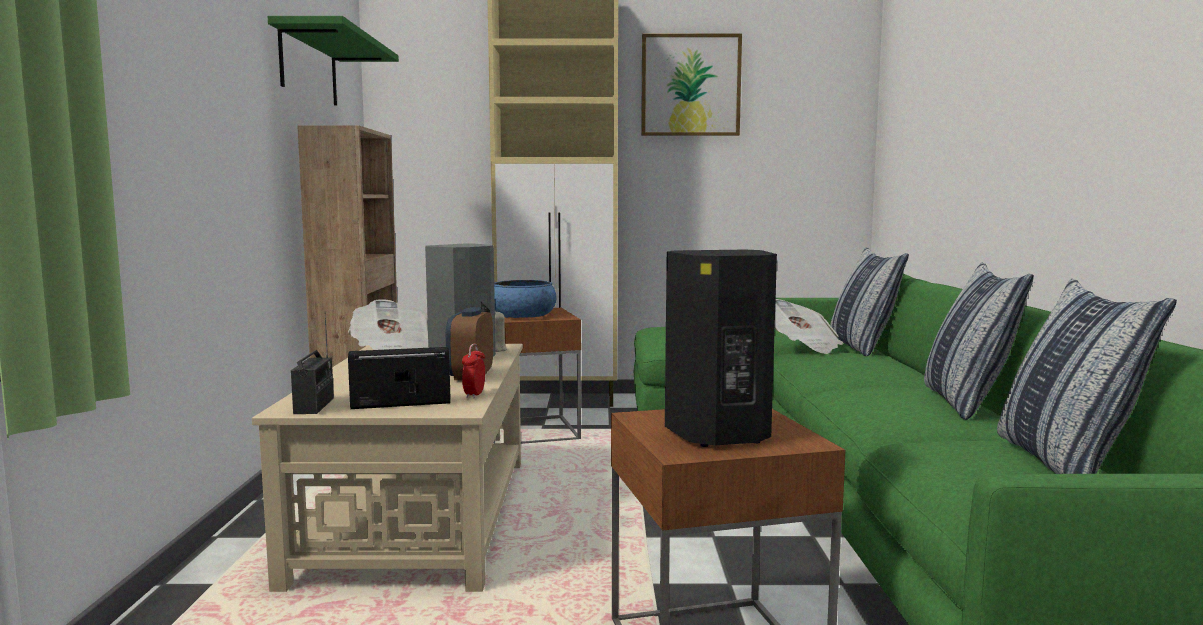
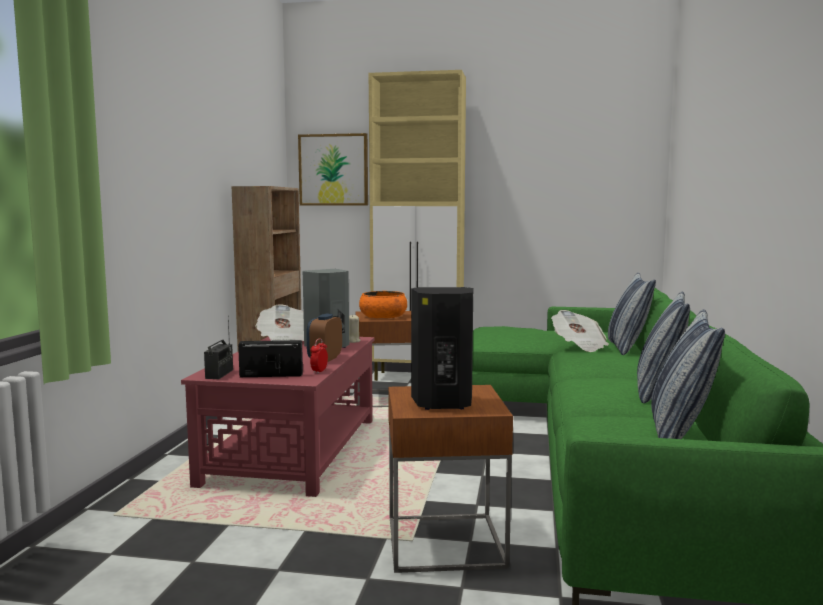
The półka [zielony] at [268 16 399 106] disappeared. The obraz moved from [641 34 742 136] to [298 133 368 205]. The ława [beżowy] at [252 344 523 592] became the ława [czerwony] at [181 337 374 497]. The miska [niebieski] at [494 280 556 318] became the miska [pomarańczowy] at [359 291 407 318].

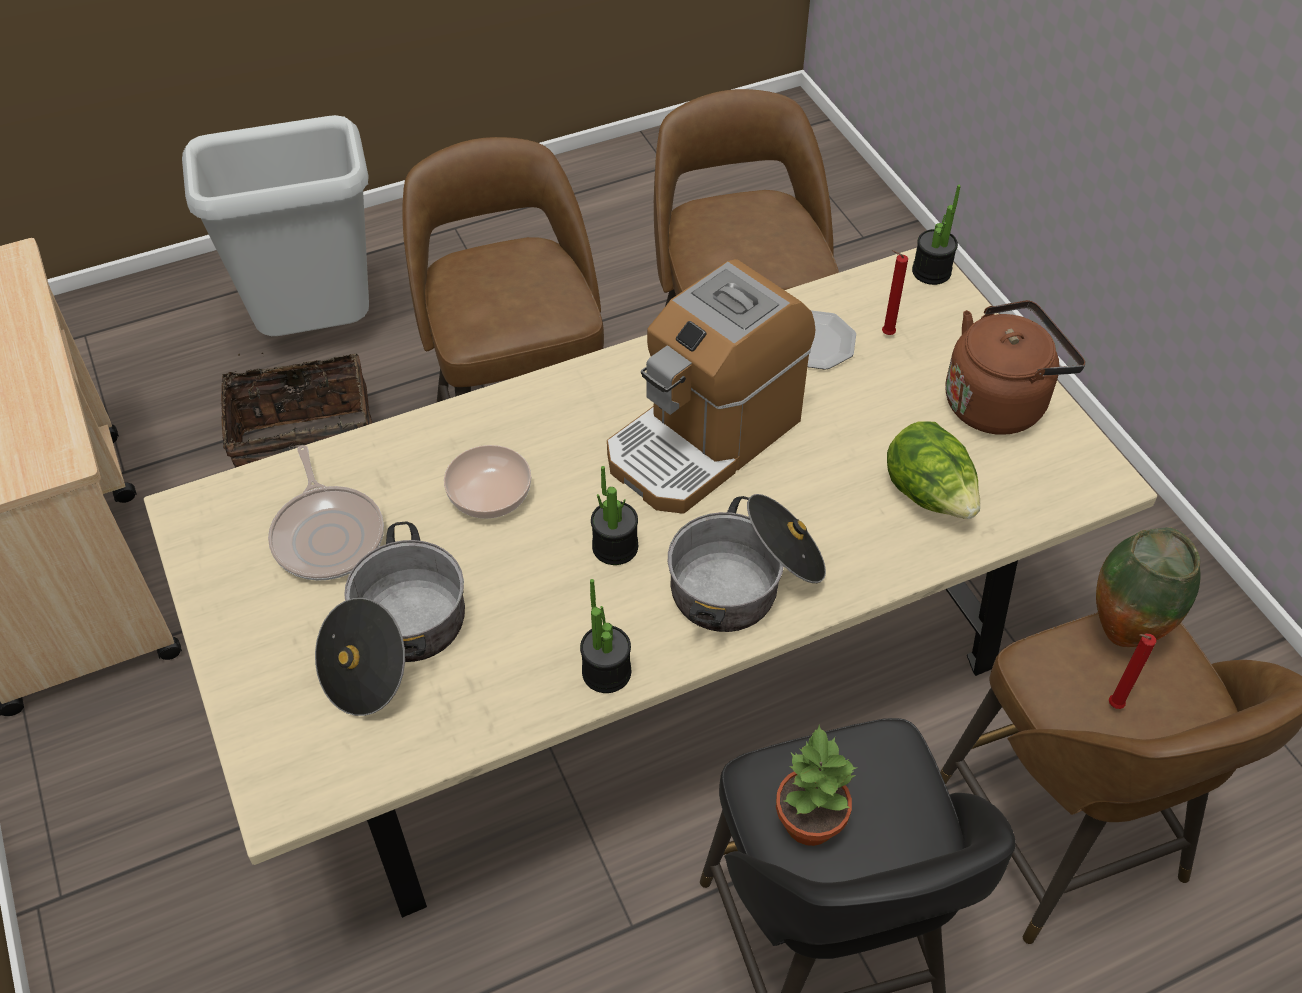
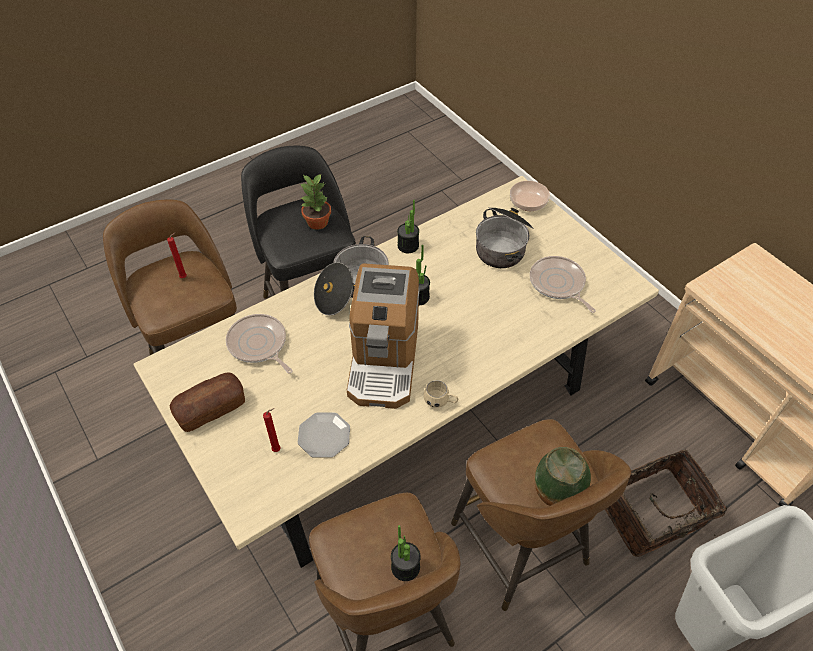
The kubek [beżowy] at [424 380 458 408] appeared. The miska moved from [444 445 531 519] to [510 181 550 211]. The roślina doniczkowa moved from [912 185 961 285] to [391 525 421 581]. The wazon moved from [1096 527 1201 647] to [535 447 591 506]. The sałata at [887 421 980 519] was replaced by the patelnia at [226 314 293 374]. The czajnik [brązowy] at [946 300 1085 435] was replaced by the chleb at [170 372 245 432]. The ekspres do kawy at [607 259 815 514] turned 150 degrees clockwise.

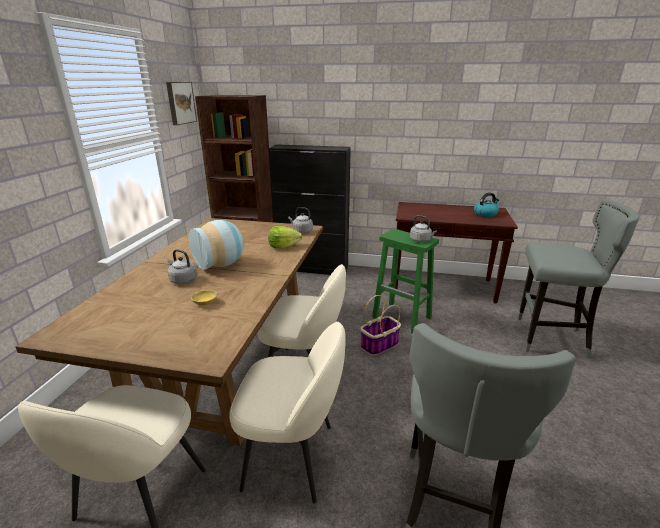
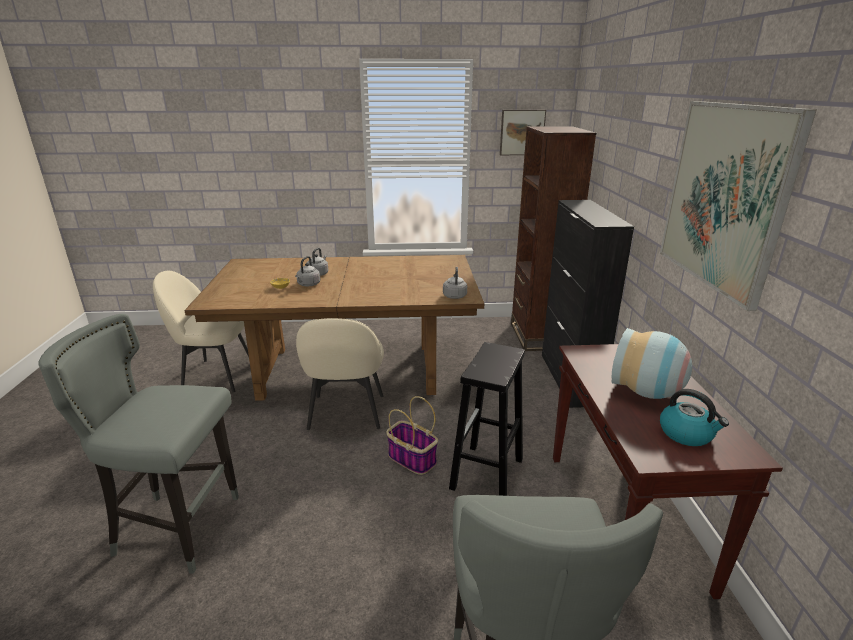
The krzesło [beżowy] at [229 322 346 503] disappeared. The sałata at [268 226 302 248] disappeared. The obraz at [660 101 817 311] appeared. The wazon moved from [188 220 244 270] to [611 328 692 399]. The czajnik [szary] moved from [410 215 437 242] to [295 256 320 286]. The stołek [zielony] at [372 229 439 334] became the stołek [czarny] at [449 342 525 496].

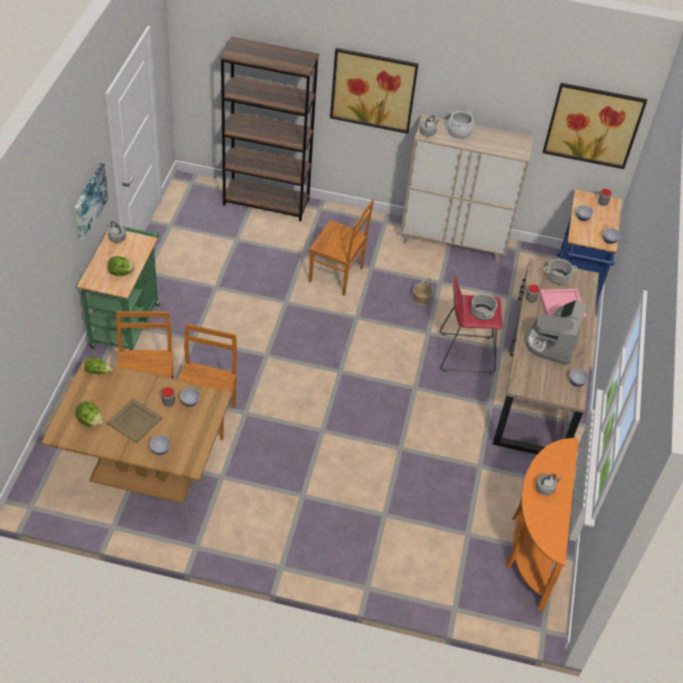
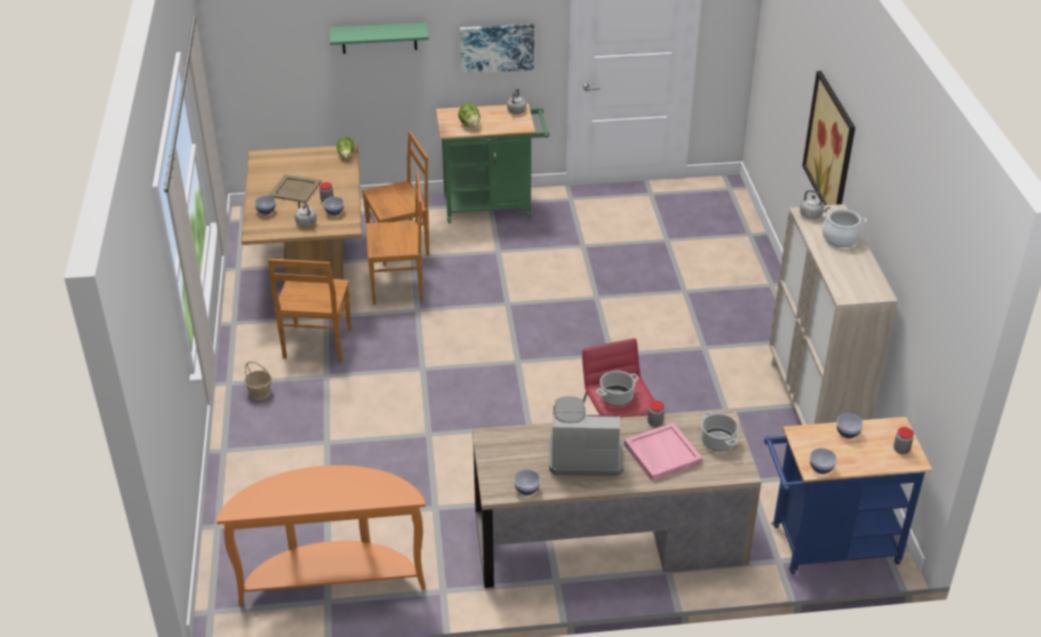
The sałata at [76 401 103 427] disappeared. The regał [brązowy] at [220 37 319 221] disappeared. The obraz at [542 83 647 169] disappeared. The półka [zielony] at [330 22 429 54] appeared. The krzesło [brązowy] moved from [309 199 374 296] to [268 259 352 362]. The koszyk moved from [413 277 434 306] to [244 361 272 400]. The czajnik [szary] moved from [535 474 562 495] to [295 200 317 227].

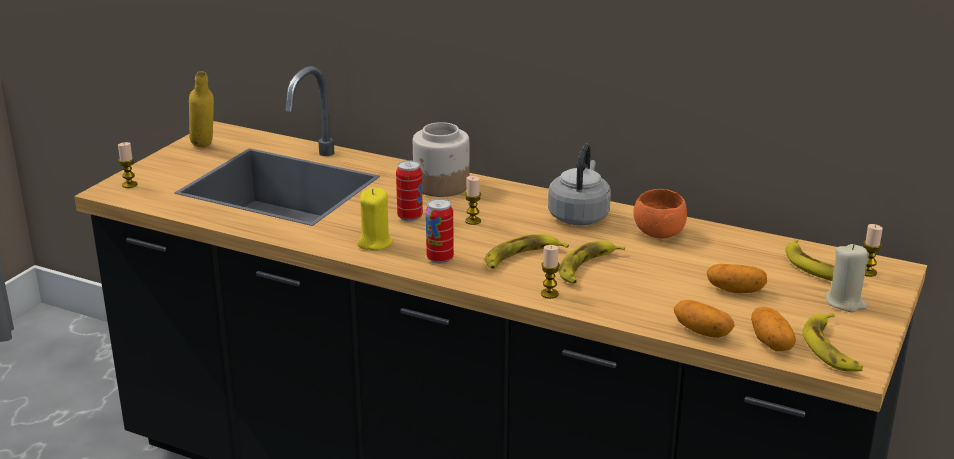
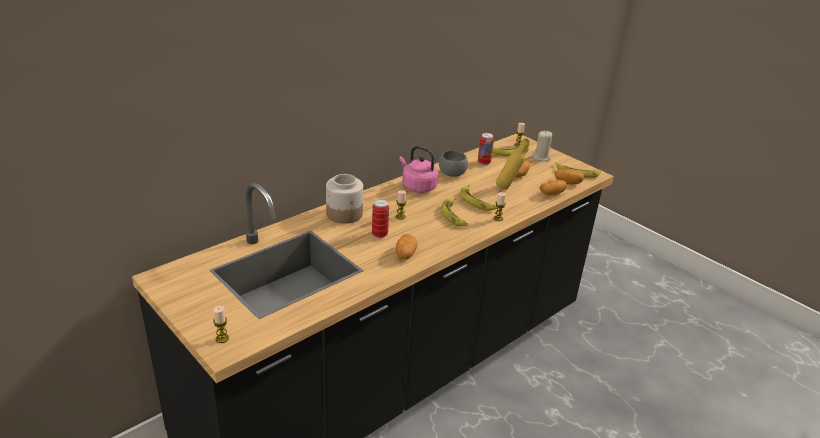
The butelka [żółty] moved from [189 71 214 147] to [496 138 530 190]. The puszka moved from [426 198 454 264] to [478 133 494 165]. The świeca [żółty] at [357 188 393 251] was replaced by the ziemniak at [396 234 418 260]. The czajnik [szary] at [548 143 611 225] became the czajnik [różowy] at [399 146 438 193]. The miska [pomarańczowy] at [633 189 687 239] became the miska [szary] at [439 150 468 177].

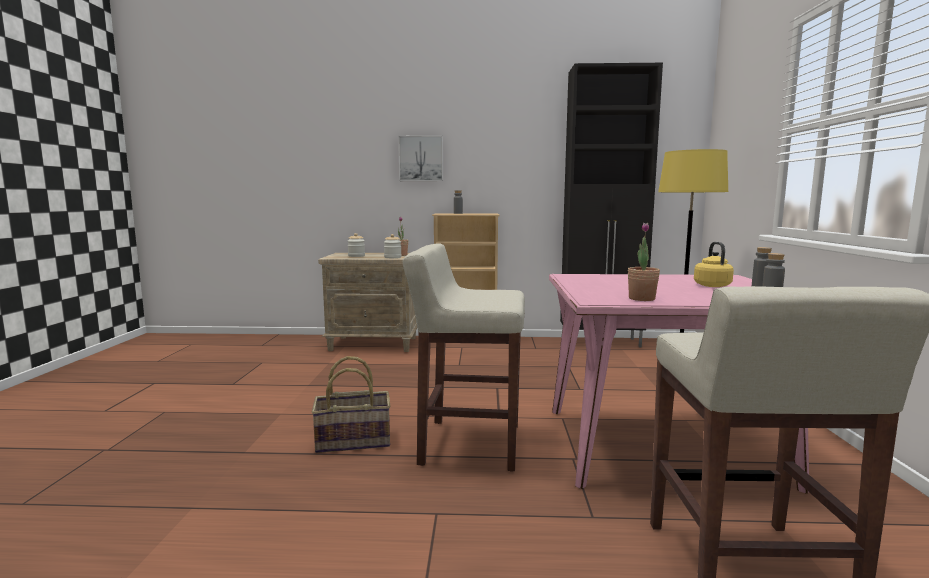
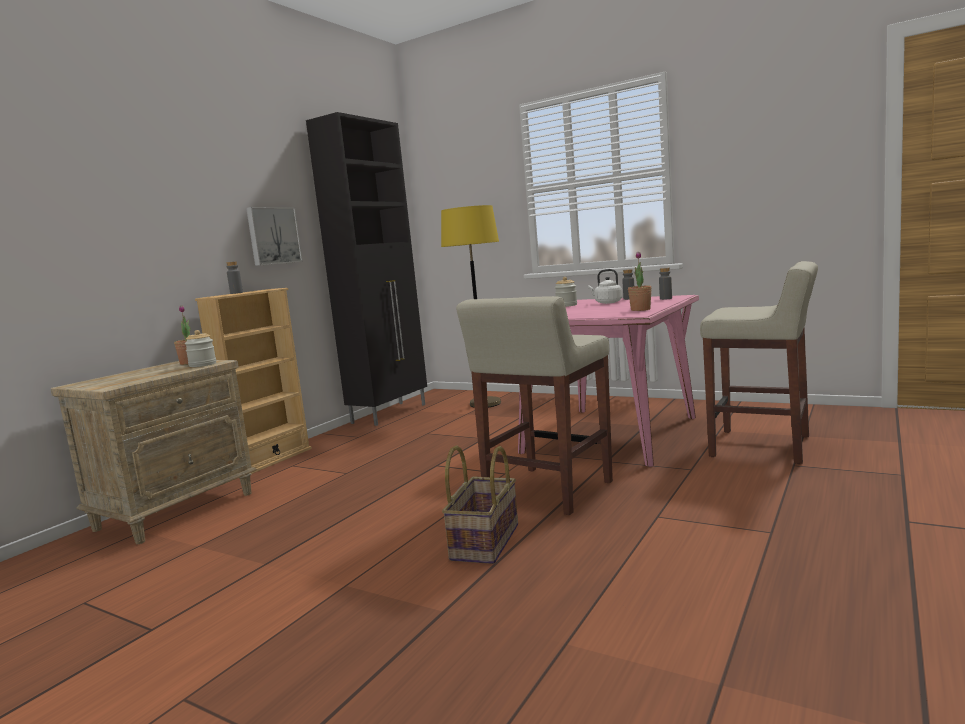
The słoik moved from [348 233 365 257] to [555 277 577 307]. The obraz moved from [398 135 443 181] to [246 207 303 266]. The czajnik [żółty] at [694 242 734 287] became the czajnik [biały] at [588 269 622 304].

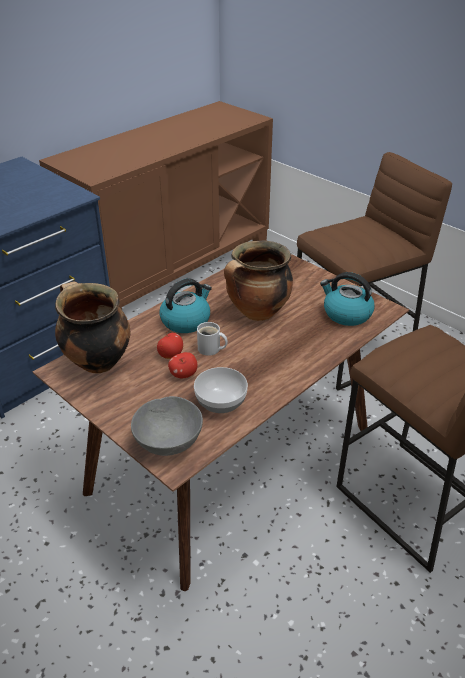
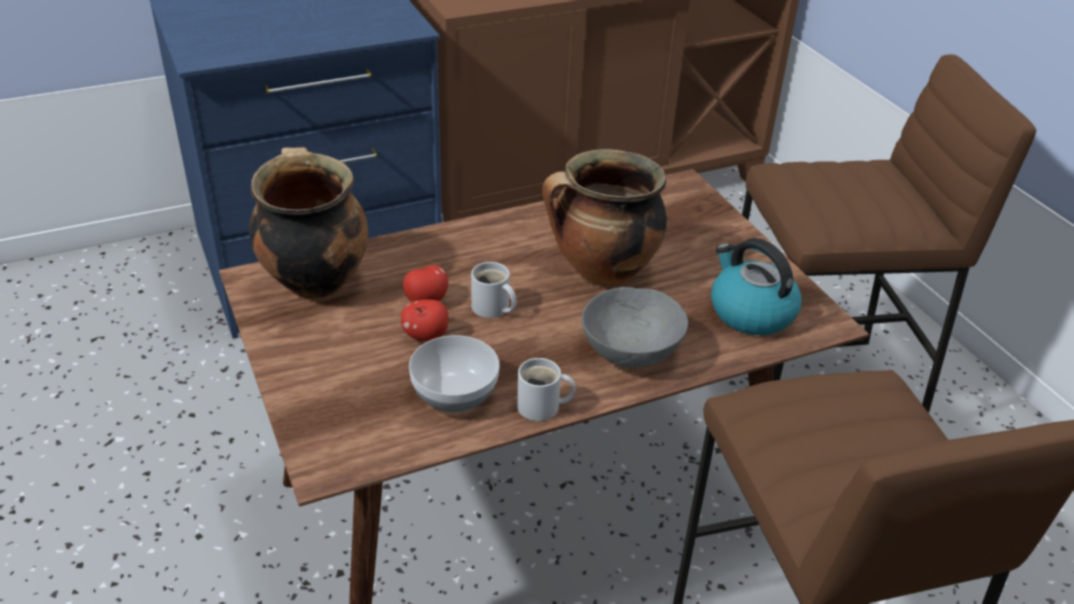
The czajnik at [159 278 212 333] disappeared. The kubek [biały] at [517 358 576 421] appeared. The miska [szary] moved from [131 396 203 456] to [582 287 688 367].

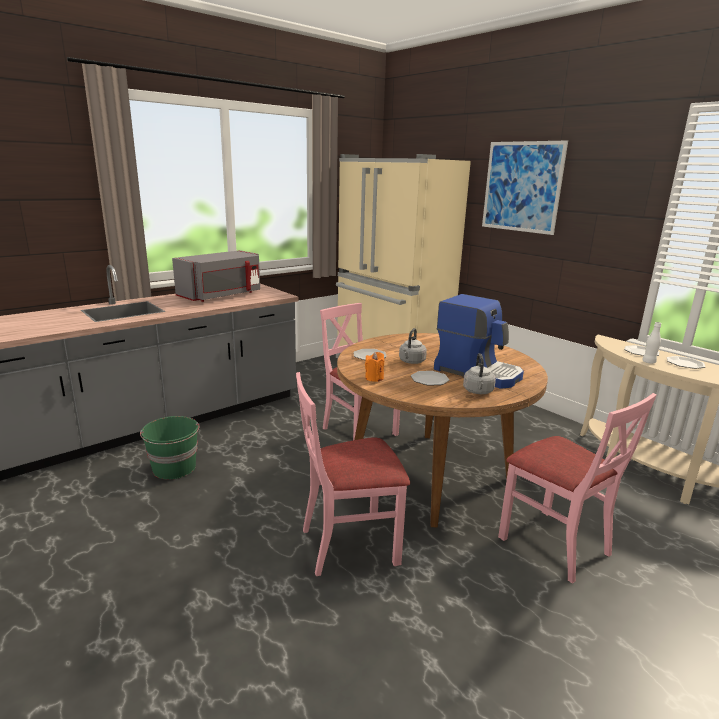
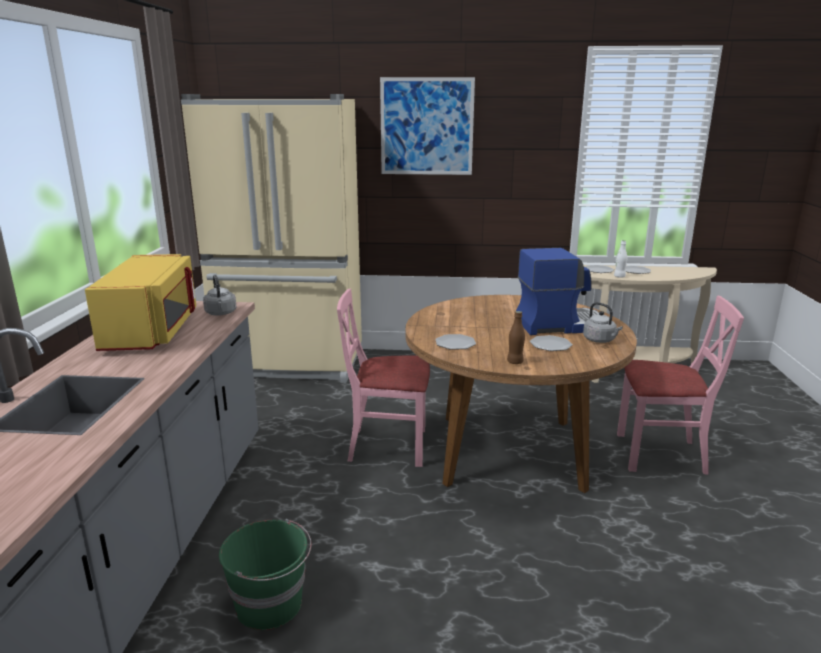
The krzesło [różowy] at [296 372 410 576] disappeared. The czajnik [szary] moved from [399 328 427 364] to [203 275 236 315]. The świeca [pomarańczowy] at [365 352 384 382] was replaced by the butelka [brązowy] at [507 311 525 364]. The mikrofalówka [szary] at [172 250 260 302] became the mikrofalówka [żółty] at [85 254 196 351].

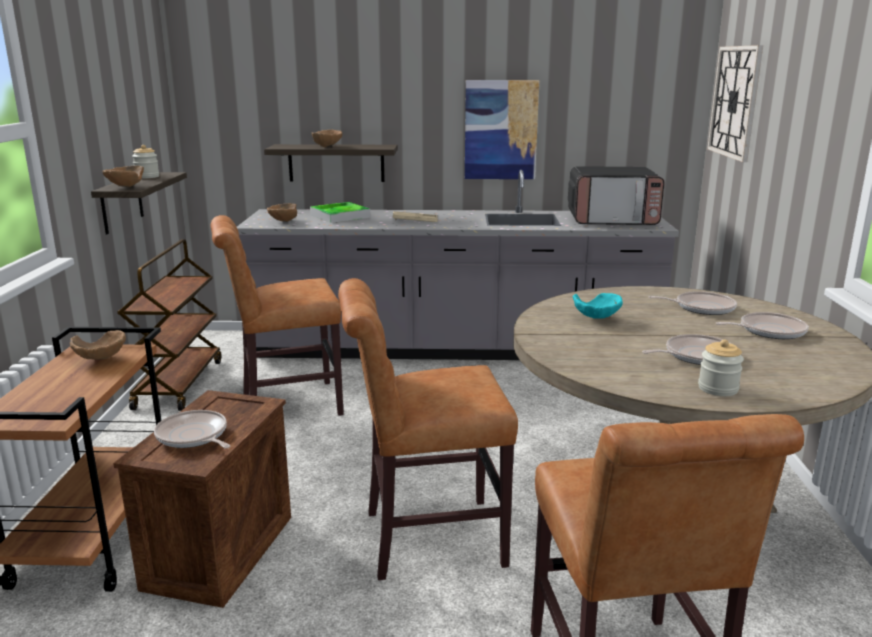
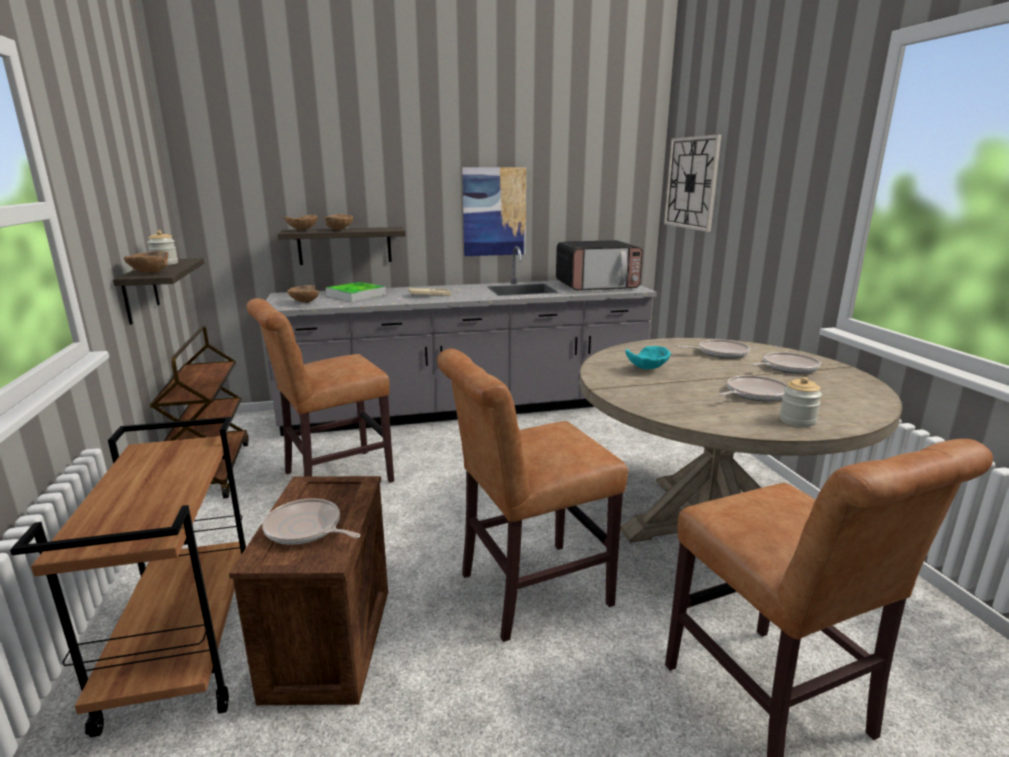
The miska [brązowy] moved from [70 330 126 360] to [284 214 317 231].

